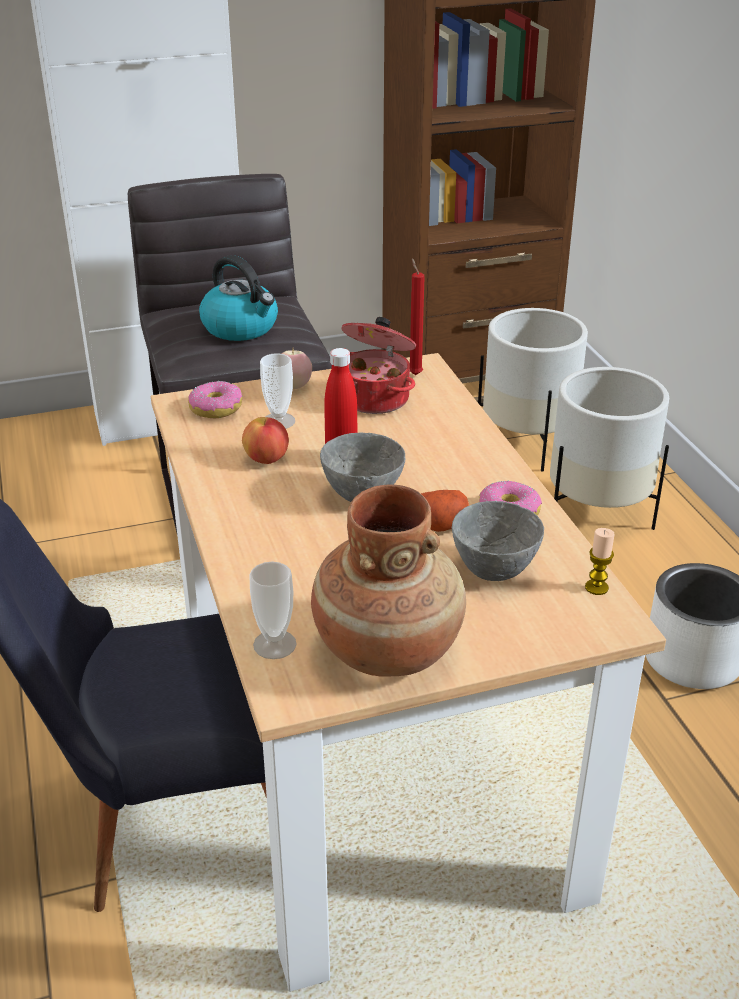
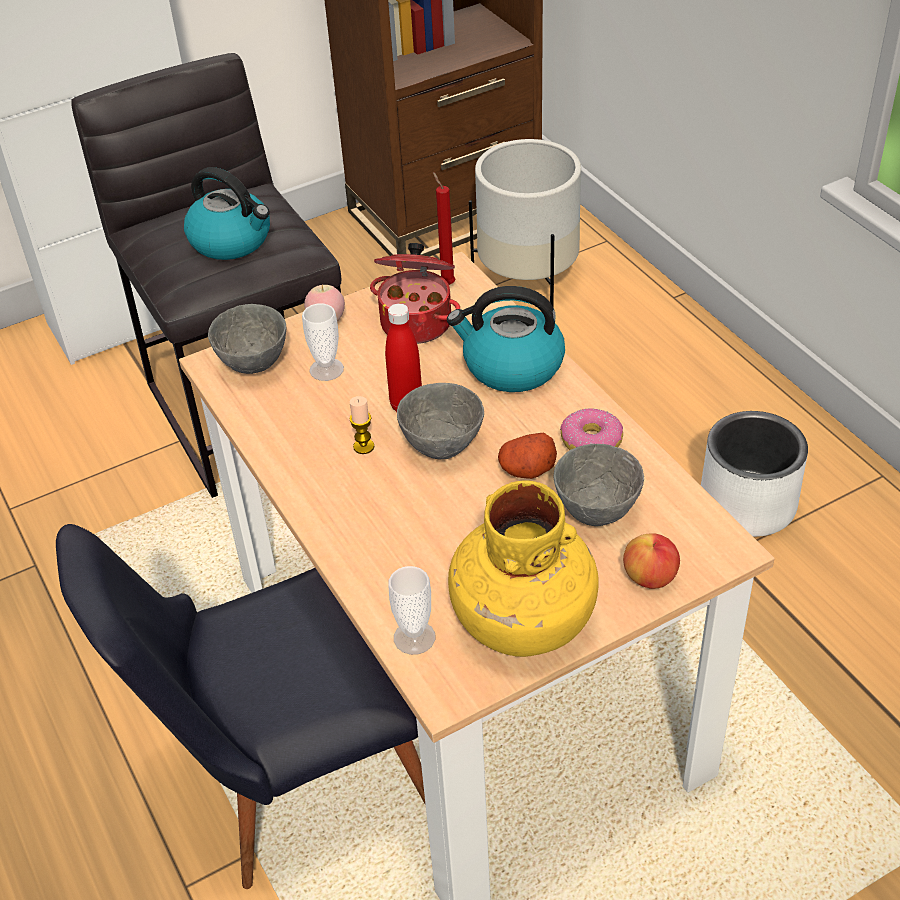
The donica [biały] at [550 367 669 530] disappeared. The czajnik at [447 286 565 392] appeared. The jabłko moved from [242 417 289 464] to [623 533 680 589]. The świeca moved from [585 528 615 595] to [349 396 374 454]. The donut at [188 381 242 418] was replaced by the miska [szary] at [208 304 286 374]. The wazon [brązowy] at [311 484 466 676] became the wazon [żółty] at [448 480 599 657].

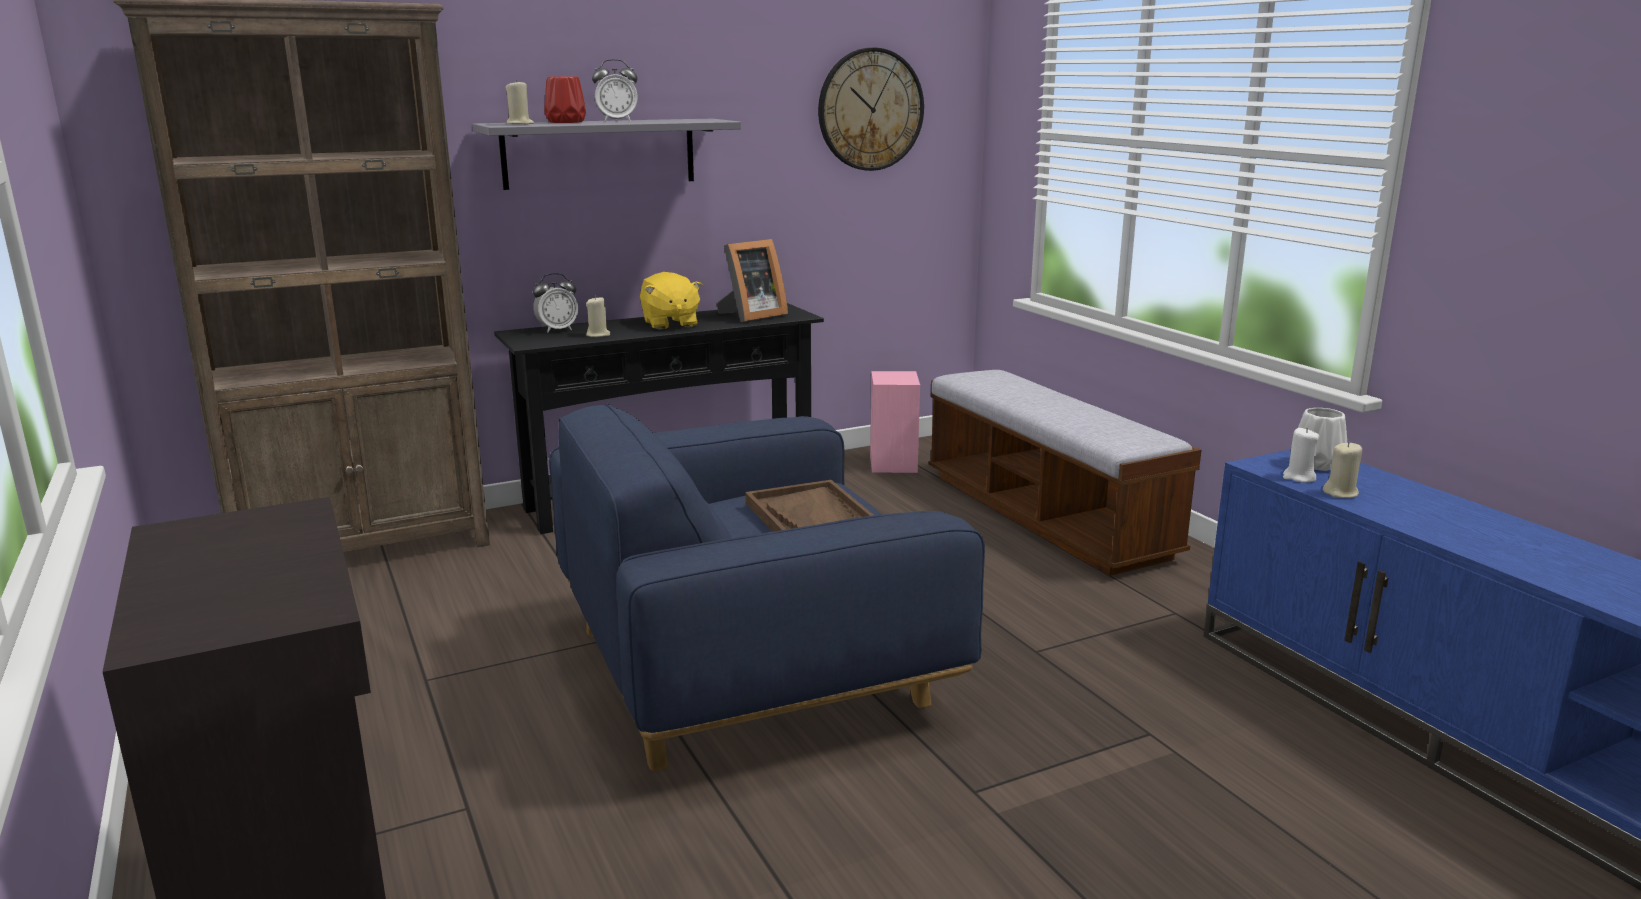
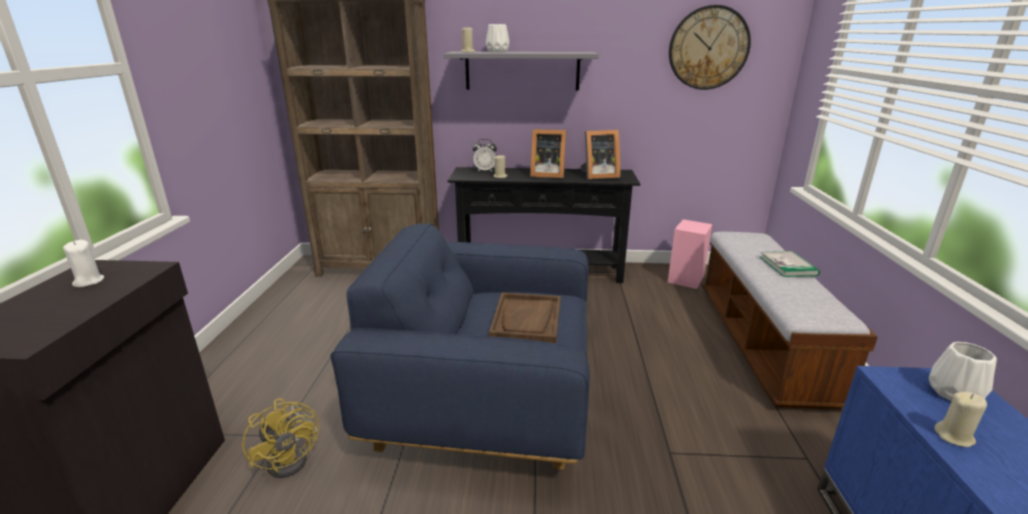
The budzik at [592 59 638 122] disappeared. The wentylator [żółty] at [242 399 319 478] appeared. The książka at [760 251 820 277] appeared. The świeca [biały] moved from [1283 428 1320 483] to [63 240 104 287]. The pluszak [żółty] at [640 272 702 330] was replaced by the ramka na zdjęcie at [530 129 566 178]. The wazon [czerwony] at [544 76 586 123] became the wazon [biały] at [486 24 509 52].

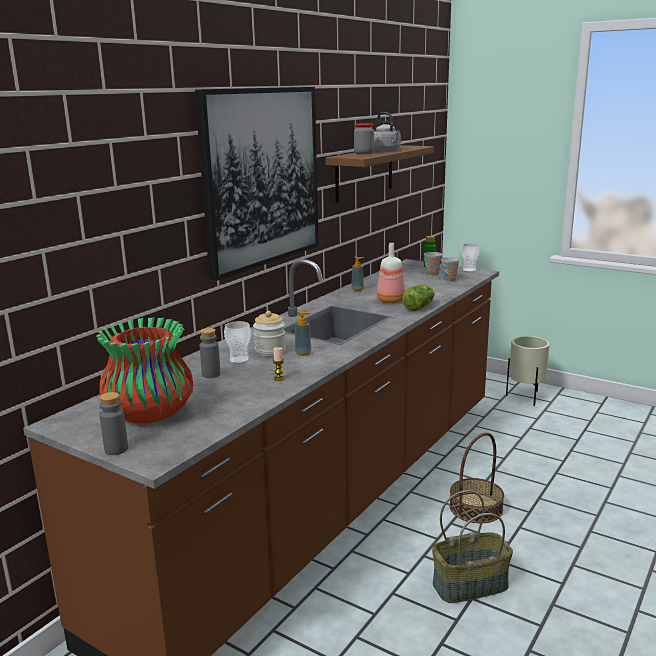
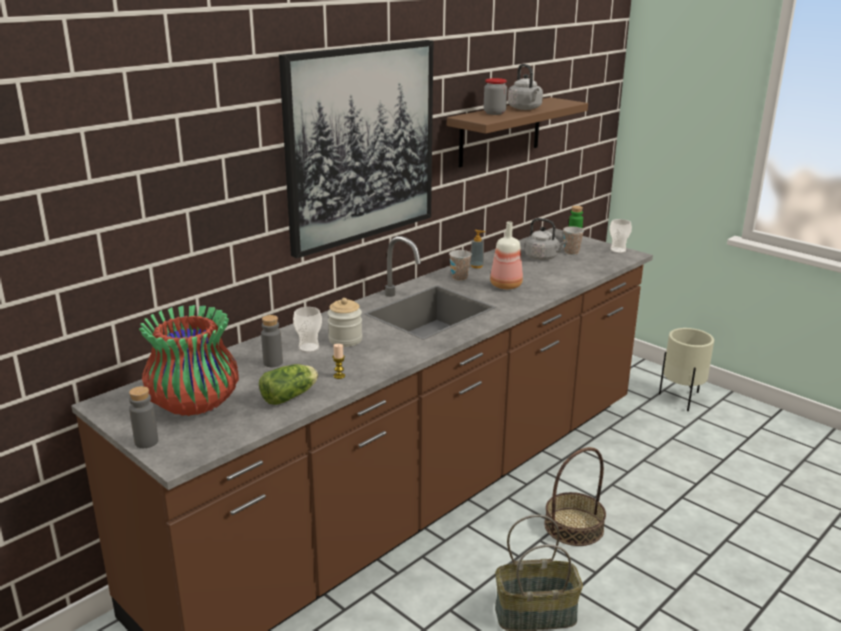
The dozownik mydła at [295 311 312 356] disappeared. The czajnik [szary] at [525 218 567 260] appeared. The sałata moved from [402 285 435 311] to [259 364 318 405]. The filiżanka moved from [441 257 460 282] to [449 250 472 281].

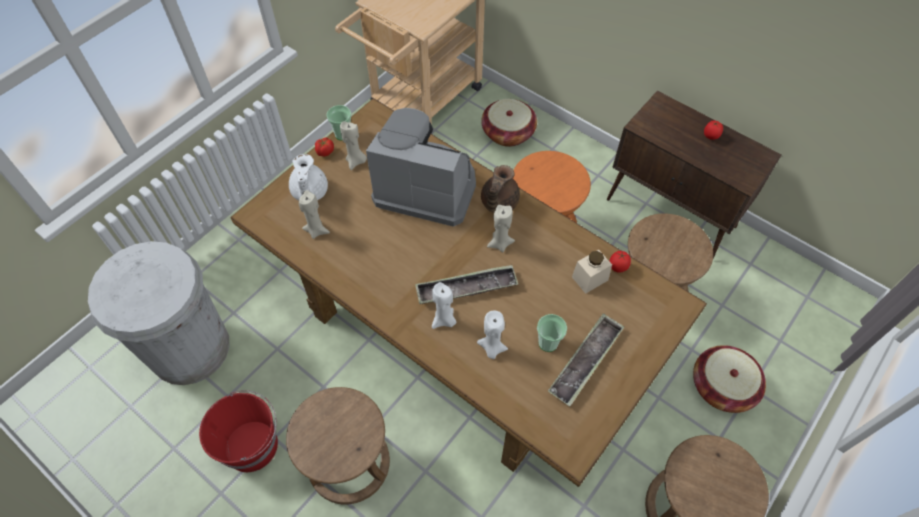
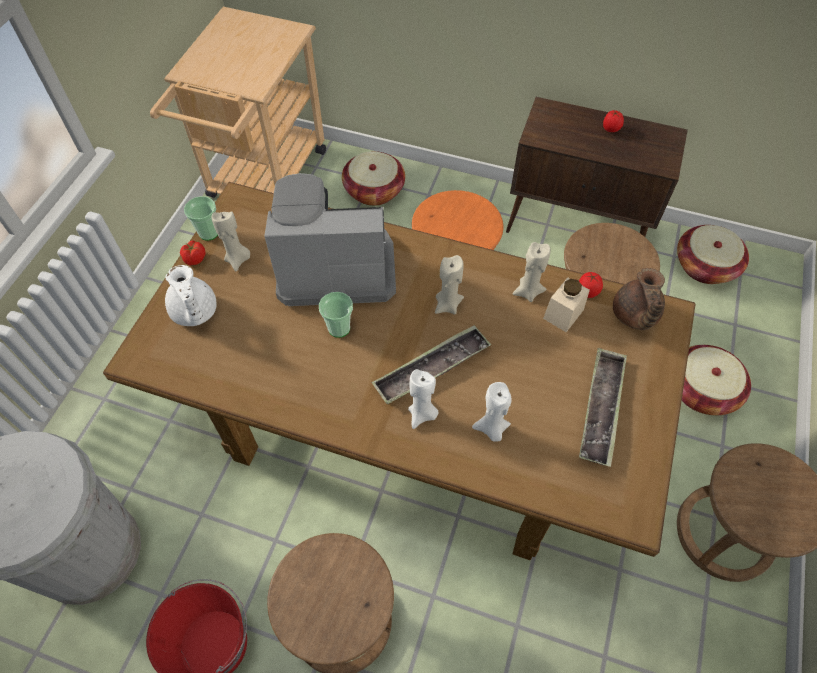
The koszyk at [677 225 749 284] appeared. The świeca [beżowy] moved from [299 190 330 239] to [513 242 551 302]. The imbryk [brązowy] moved from [481 165 520 213] to [613 268 665 330]. The filiżanka moved from [537 314 567 352] to [319 292 353 338].

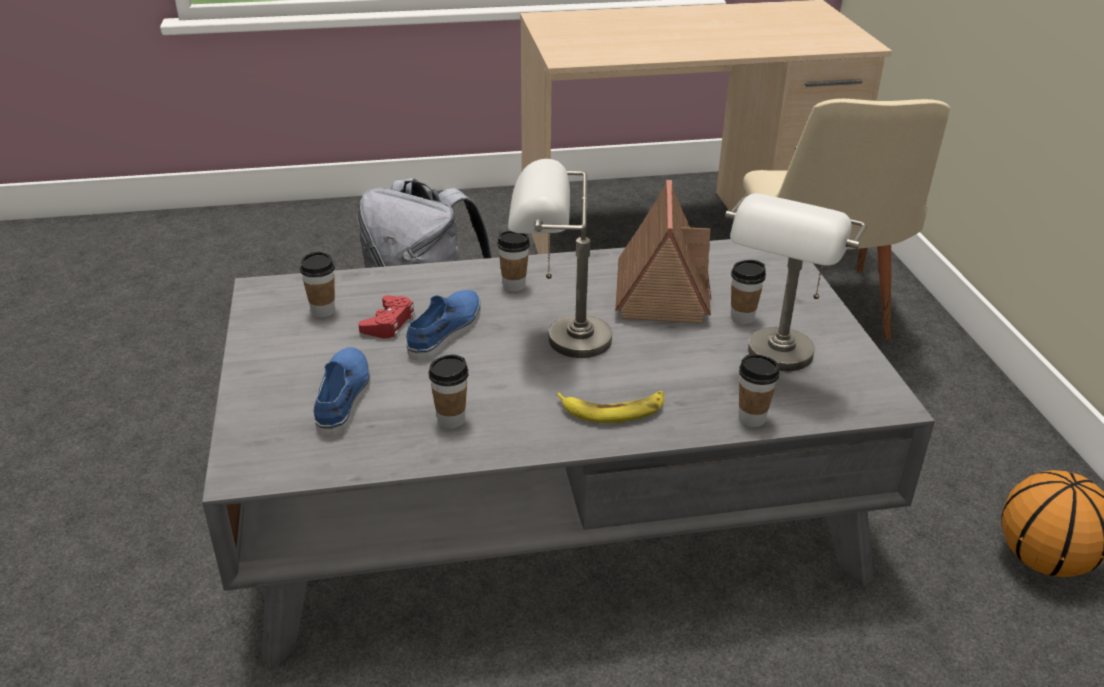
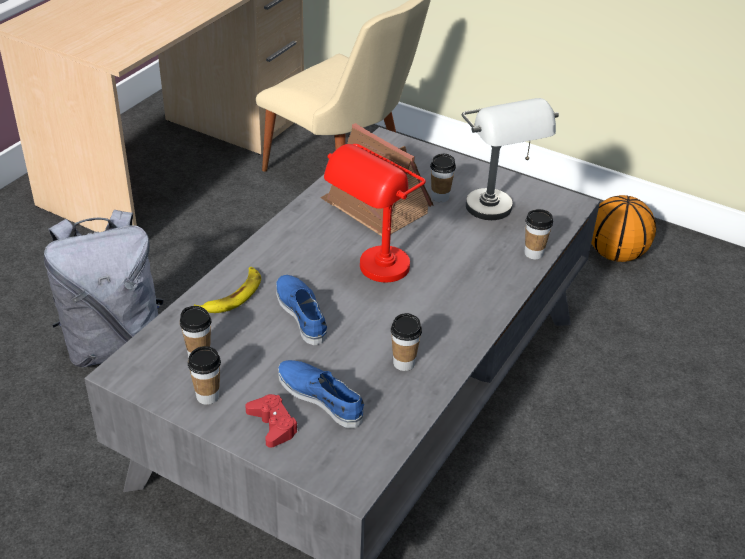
The pad do gier [czerwony] moved from [358 295 415 339] to [245 394 298 448]. The filiżanka moved from [497 231 530 292] to [188 346 221 405]. The banan moved from [557 391 664 423] to [193 267 261 313]. The lampa stołowa [szary] at [508 159 612 358] became the lampa stołowa [czerwony] at [324 144 426 282].

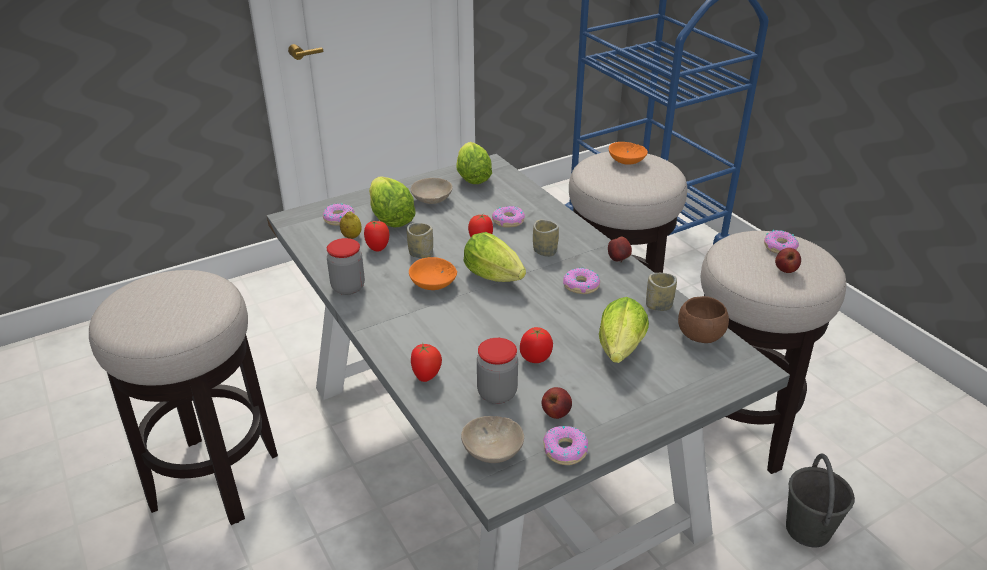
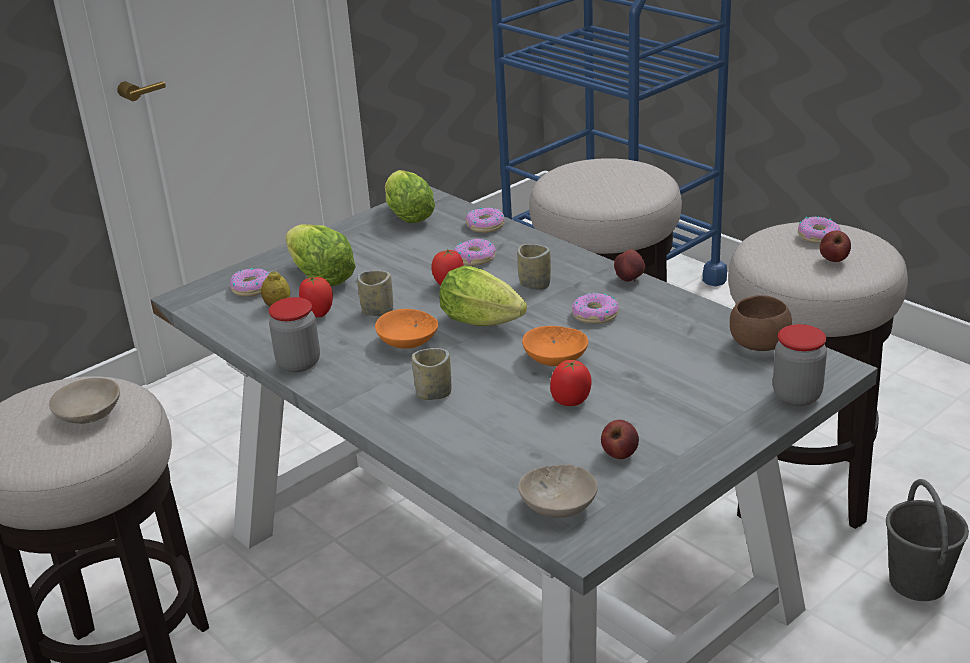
The pomidor at [411 344 442 382] disappeared. The sałata at [599 297 649 363] disappeared. The miska [beżowy] moved from [411 178 453 204] to [49 378 120 424]. The słoik moved from [477 338 518 404] to [773 324 827 406]. The donut moved from [543 426 588 465] to [465 208 505 233]. The miska [pomarańczowy] moved from [609 142 648 165] to [522 326 588 366]. The filiżanka moved from [646 273 677 311] to [412 348 451 400].

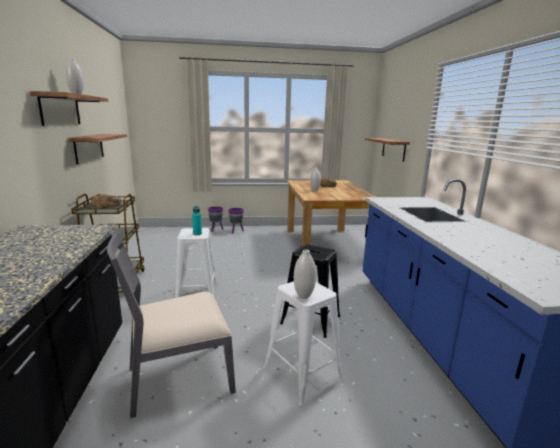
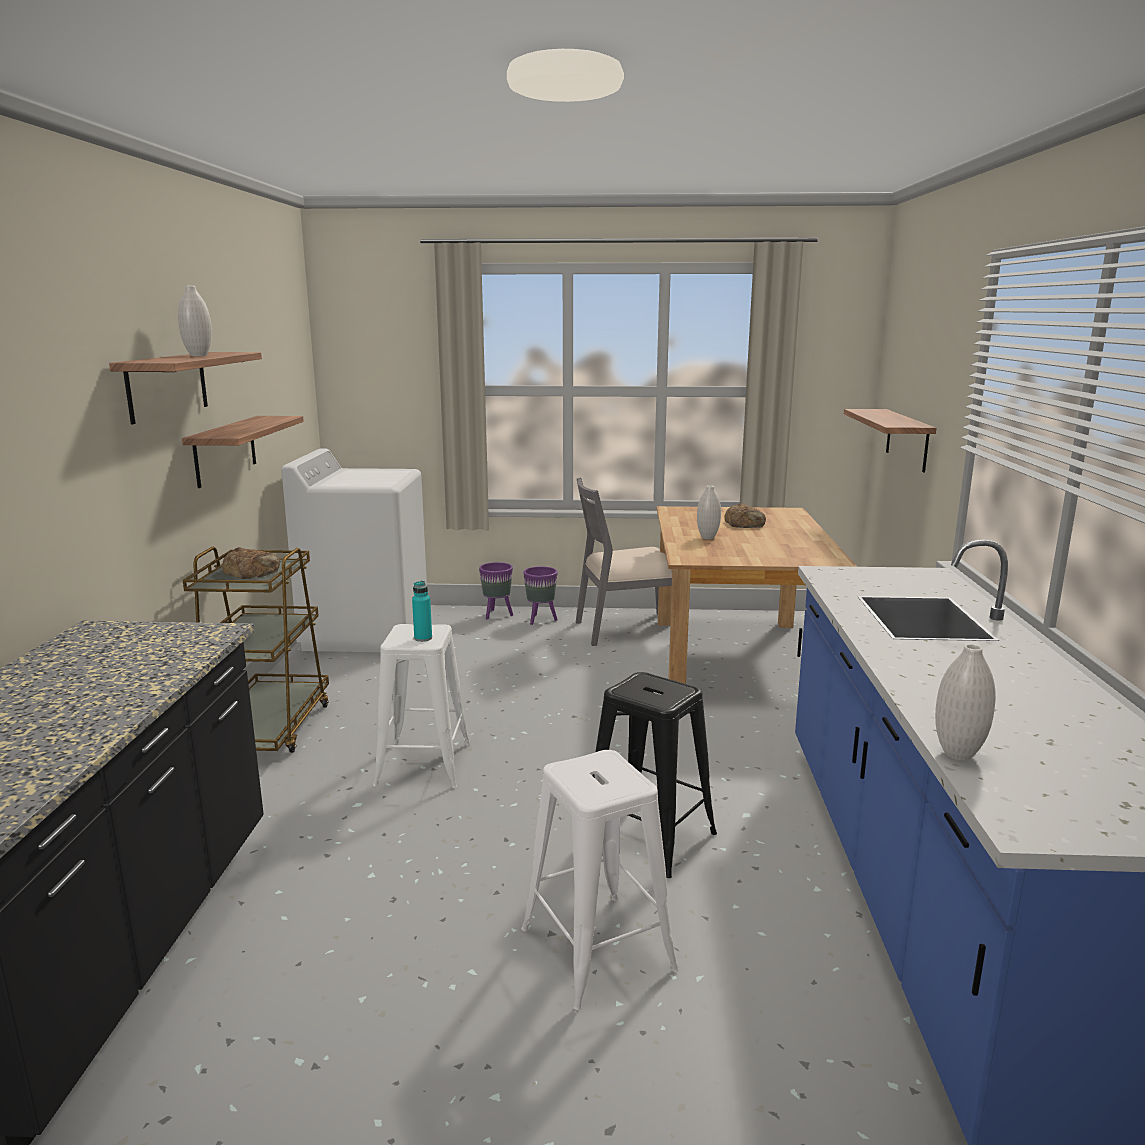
The pralka [biały] at [281 448 427 652] appeared. The krzesło [szary] moved from [107 232 236 418] to [576 477 672 646]. The wazon [biały] moved from [294 250 316 299] to [935 644 996 760].

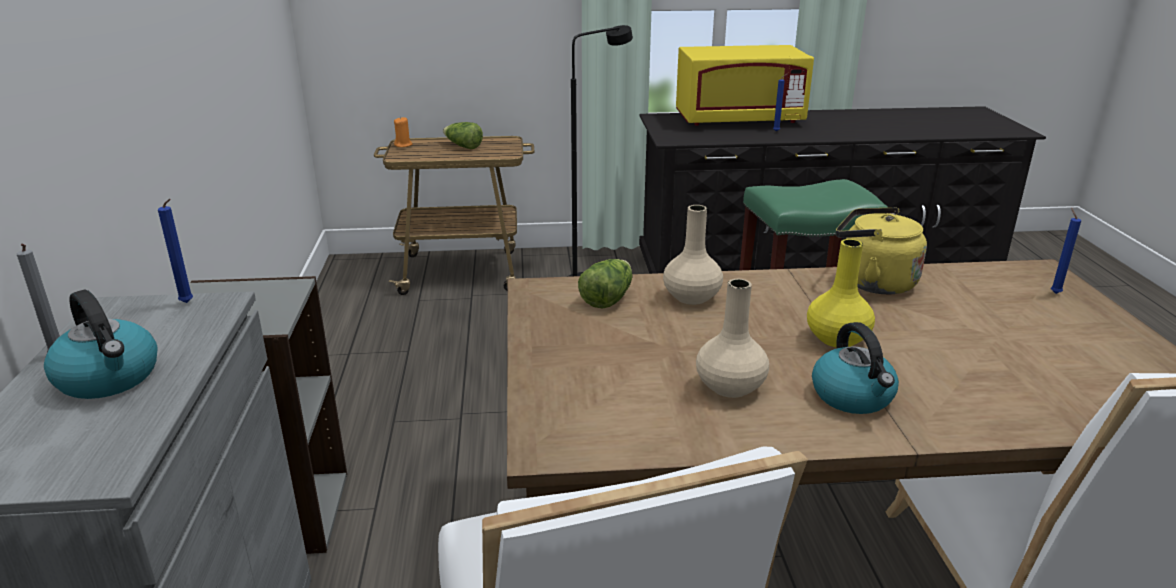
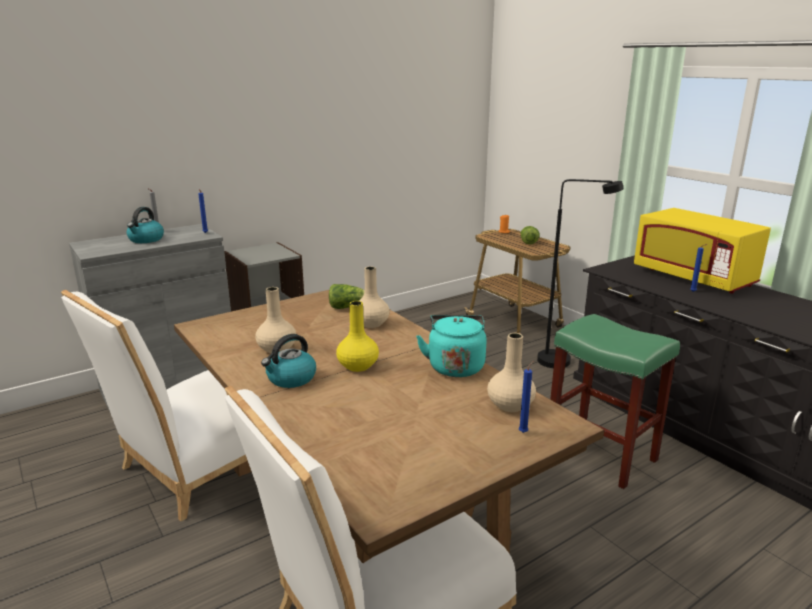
The wazon [beżowy] at [487 333 536 412] appeared. The czajnik [żółty] at [836 207 927 295] became the czajnik [turkusowy] at [416 315 486 377].

